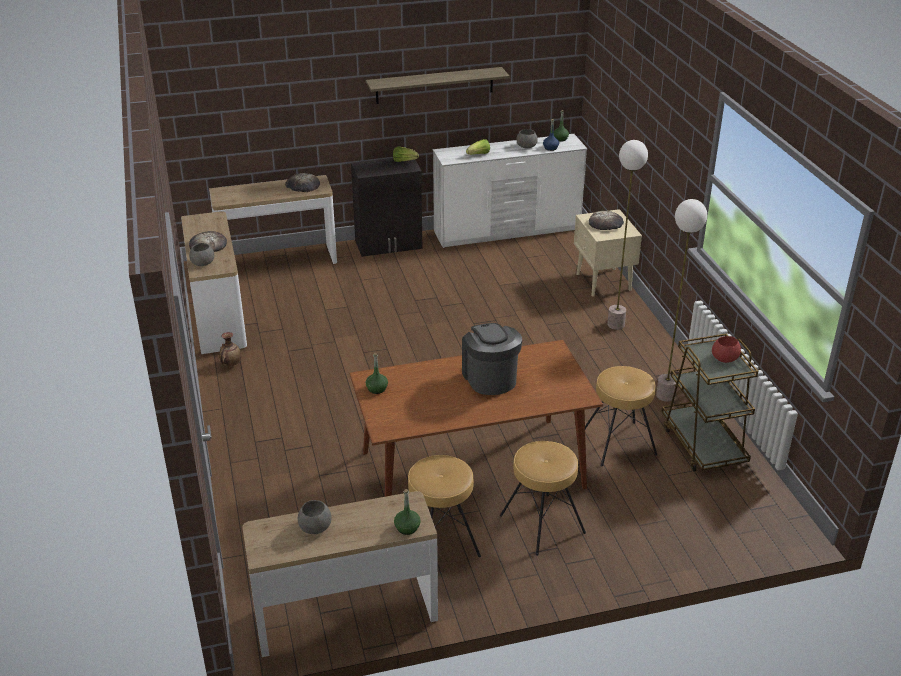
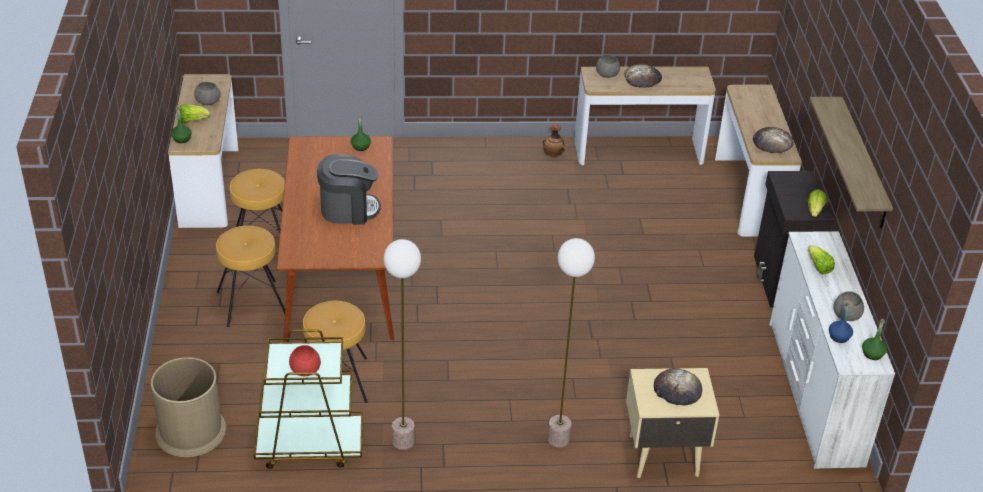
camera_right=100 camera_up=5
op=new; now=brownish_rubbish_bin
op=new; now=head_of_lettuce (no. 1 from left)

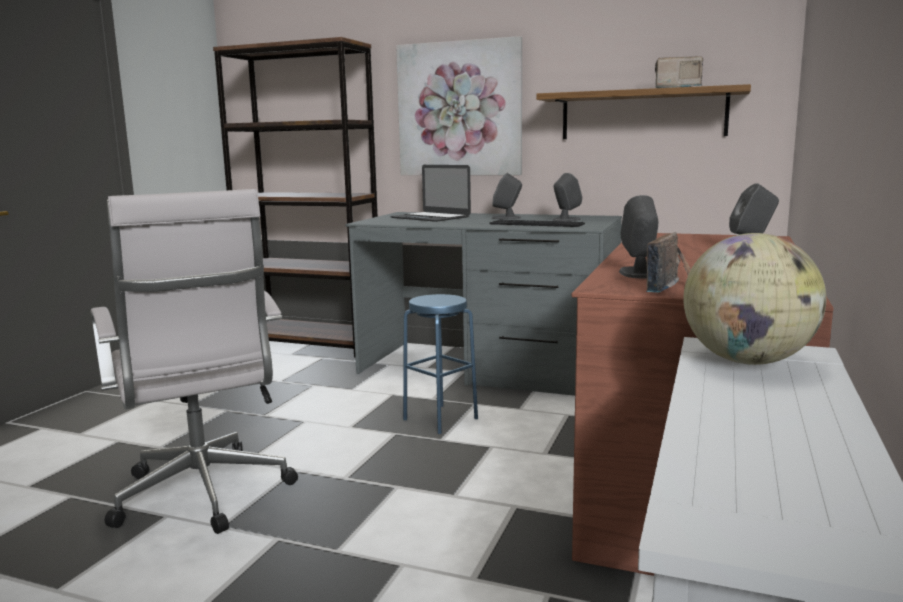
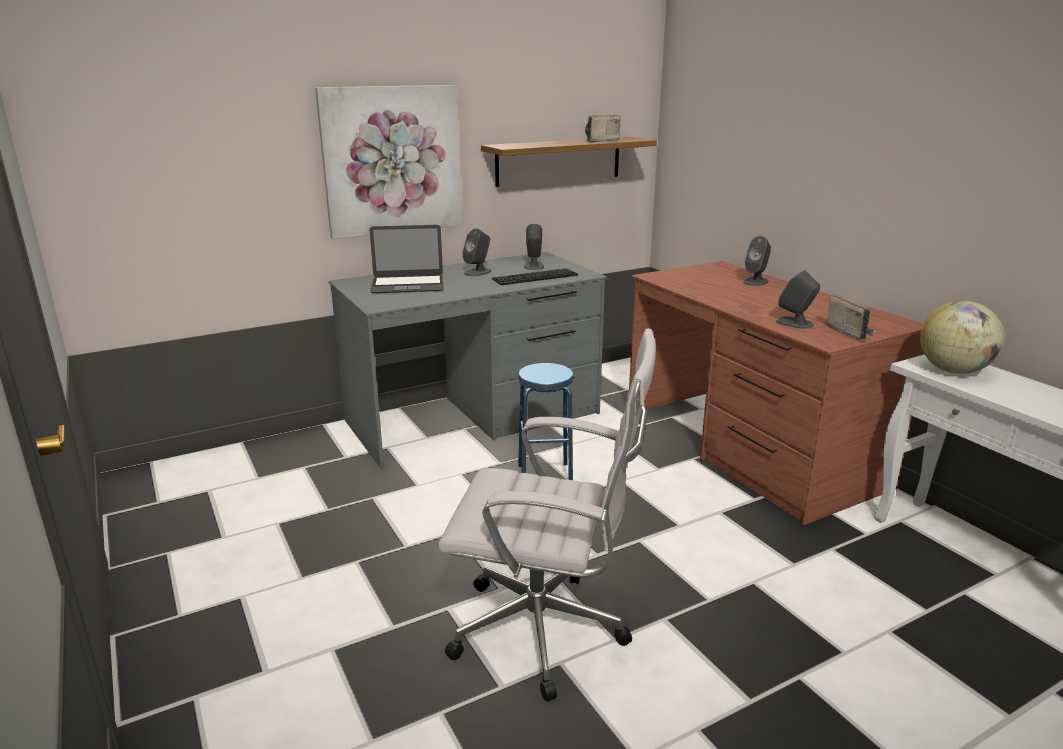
camera_right=-50 camera_up=10
op=gone; was=brownish_shelving_unit

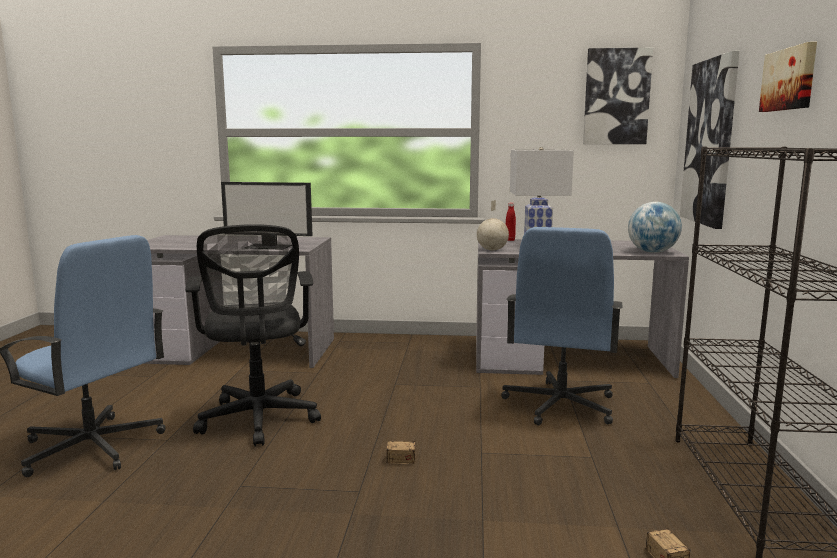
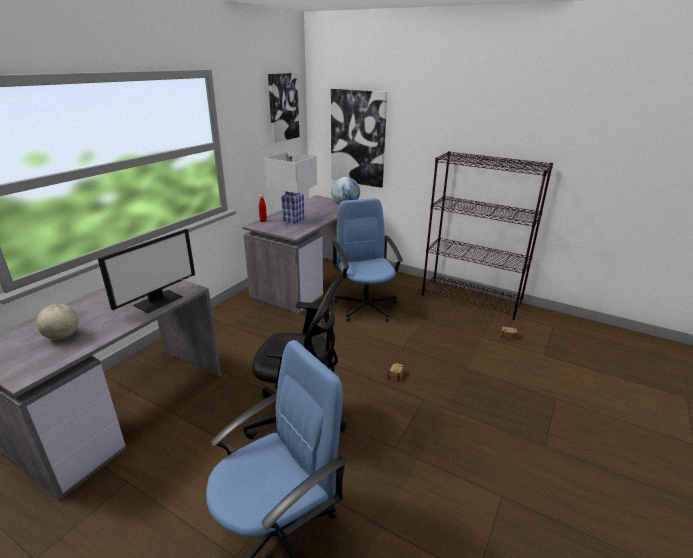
camera_right=-65 camera_up=15
op=shifted; was=desk_globe (no. 1 from left)
op=rotated; was=bluish_office_chair (no. 2 from left); clockwise=-150
op=gone; was=picture (no. 3 from left)

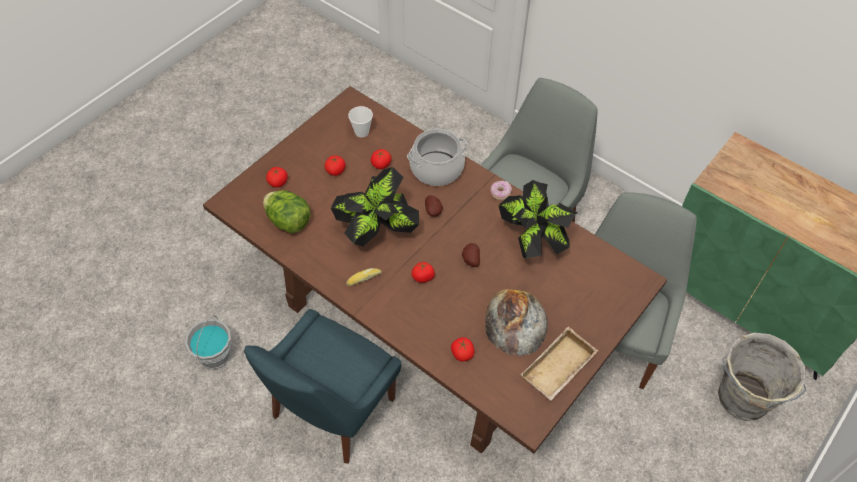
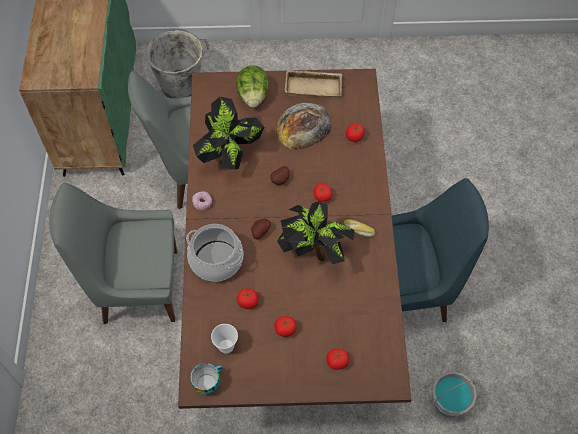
camera_right=-130 camera_up=5
op=shifted; was=head_of_lettuce
op=new; now=cup (no. 1 from left)

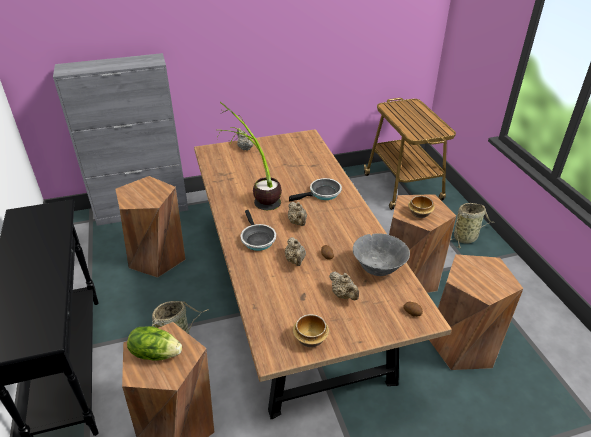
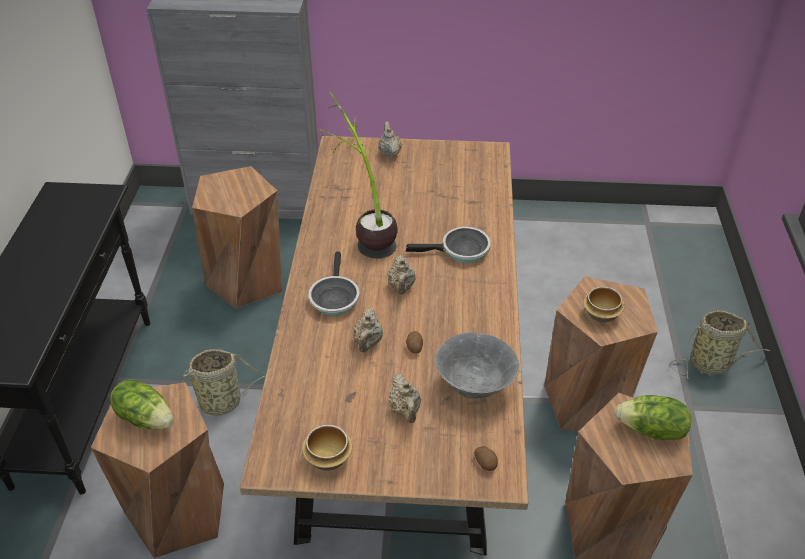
camera_right=20 camera_up=5
op=gone; was=cart
op=new; now=head_of_lettuce (no. 2 from left)

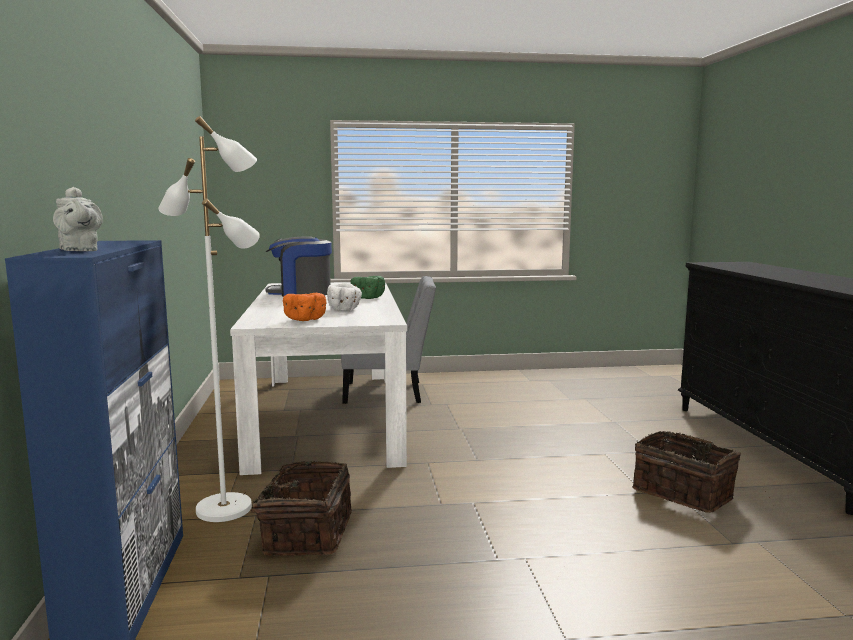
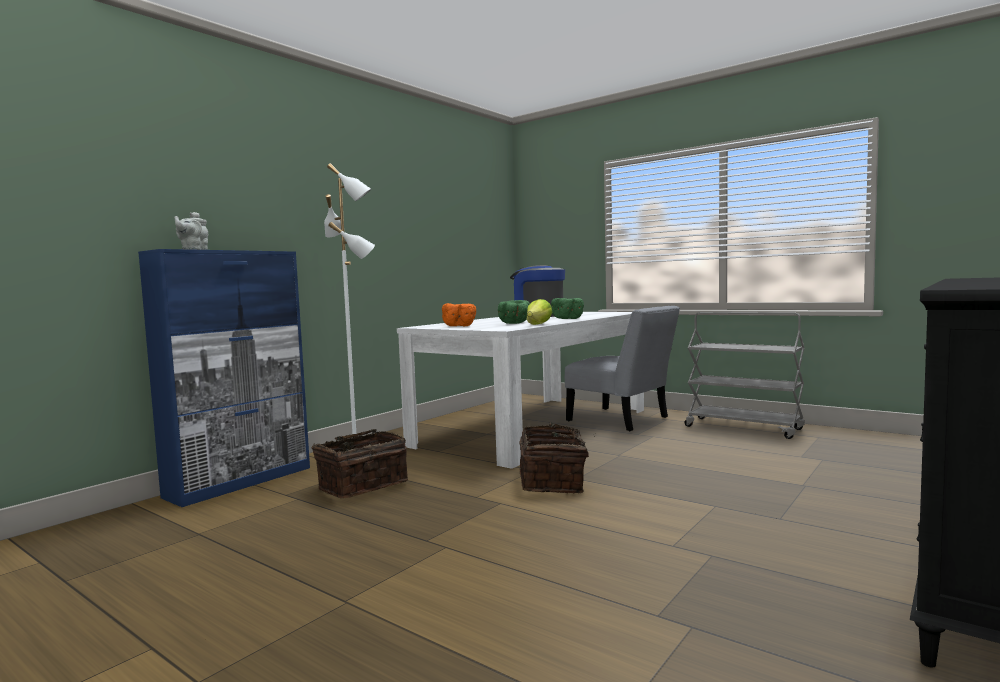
camera_right=45 camera_up=-5
op=repainted; was=white-coloured_deep_dish; now=green-coloured_deep_dish (no. 1 from left)
op=shifted; was=storage_basket (no. 2 from left)
op=new; now=head_of_lettuce
op=new; now=greyish_cart

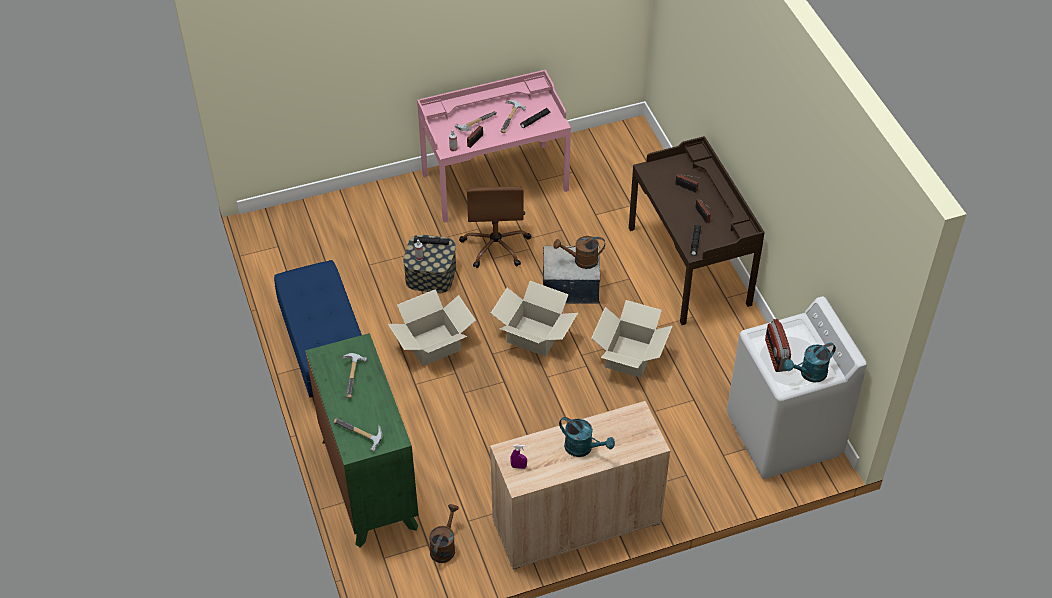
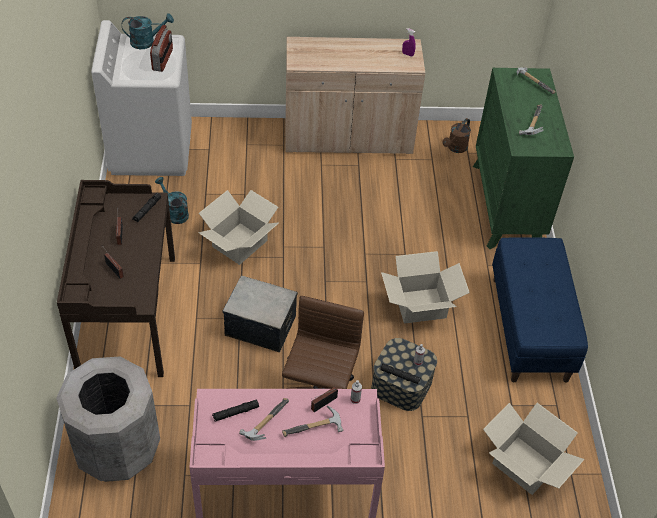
camera_right=-165 camera_up=0
op=shifted; was=packing_box (no. 2 from left in the first image); now=packing_box (no. 3 from left)
op=gone; was=brownish_watering_pot (no. 2 from left)
op=shifted; was=turquoise-coloured_watering_pot (no. 1 from left in the first image); now=turquoise-coloured_watering_pot (no. 2 from left)
op=new; now=greyish_rubbish_bin

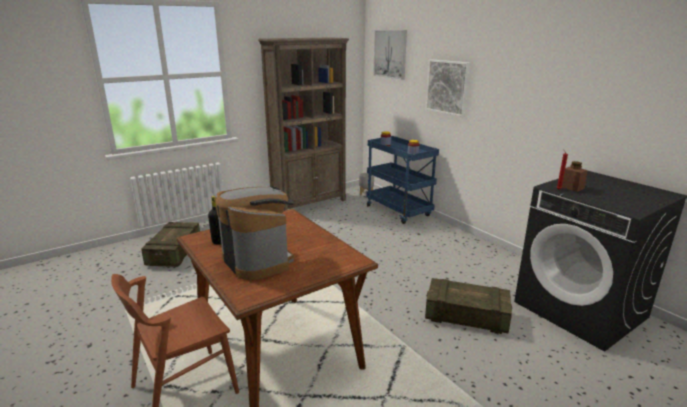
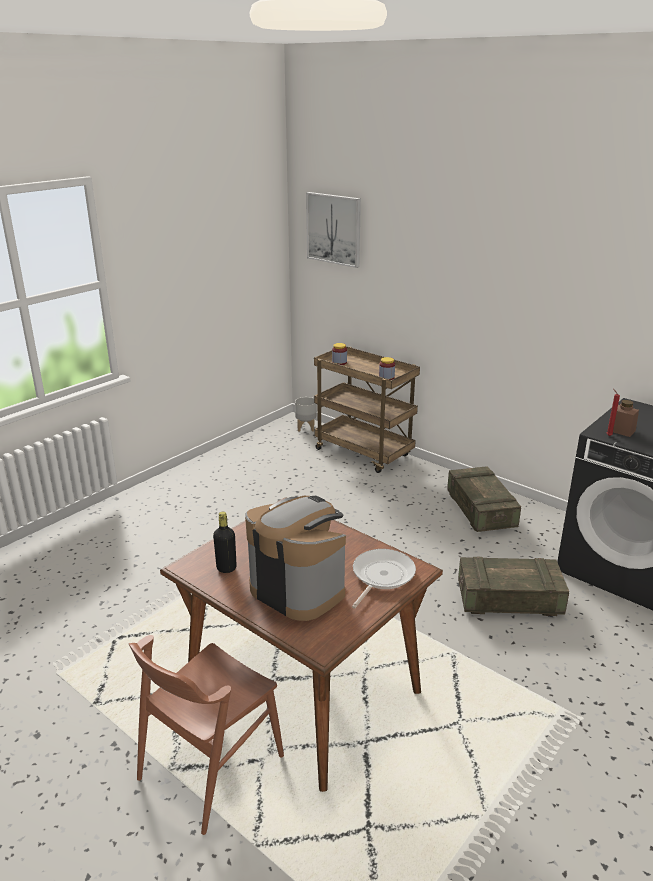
camera_right=-15 camera_up=5
op=shifted; was=shipping_crate (no. 1 from left)
op=gone; was=brownish_shelving_unit
op=repainted; was=bluish_cart; now=brownish_cart
op=gone; was=picture (no. 2 from left)
op=new; now=pan

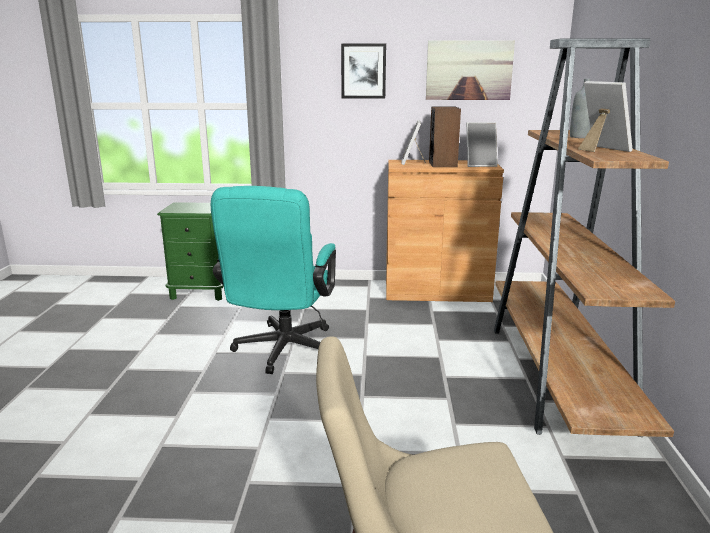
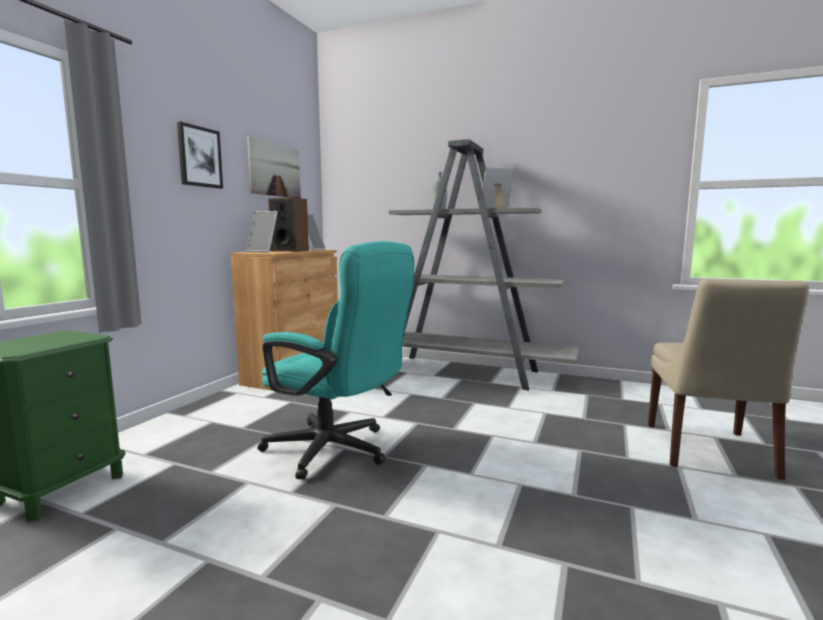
camera_right=-70 camera_up=-10
op=repainted; was=brownish_shelving_unit; now=greyish_shelving_unit

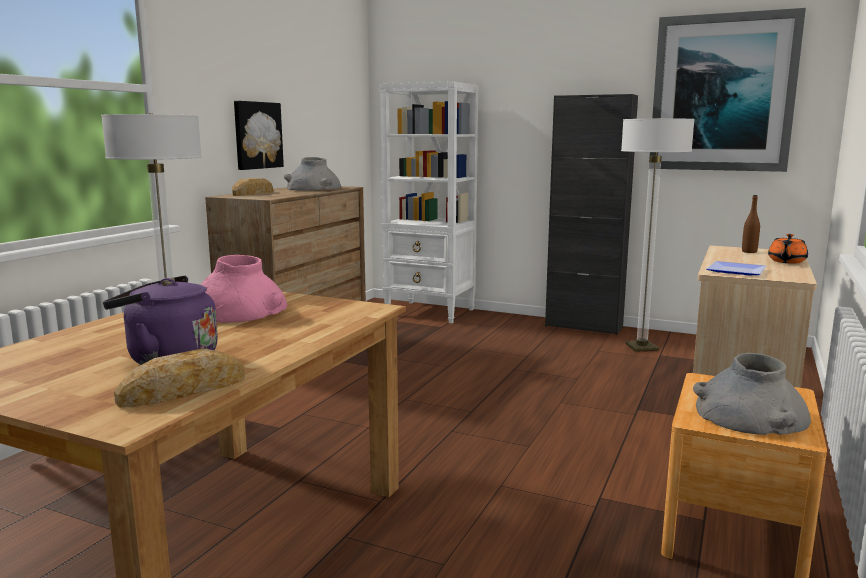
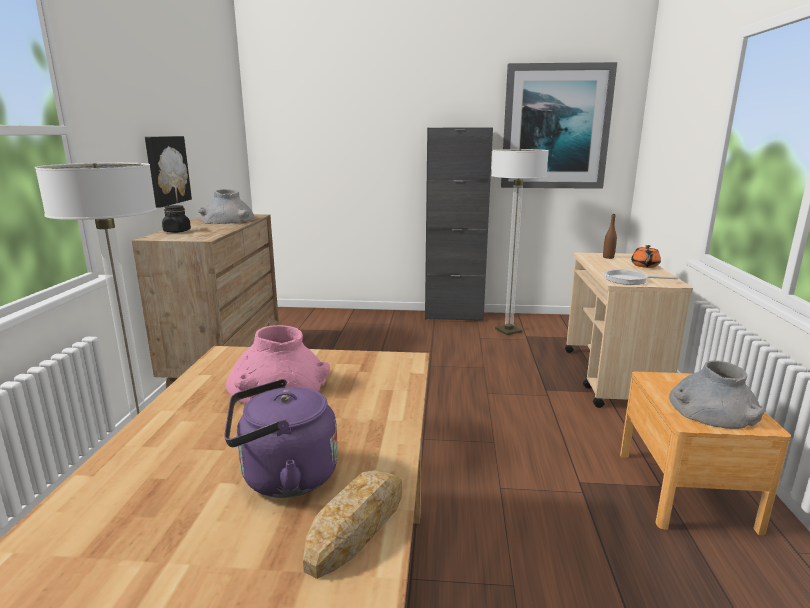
camera_right=-20 camera_up=5
op=swapped; was=baked_bread (no. 2 from left); now=blackish_storage_jar
op=gone; was=white-coloured_shelving_unit
op=swapped; was=plate; now=pan

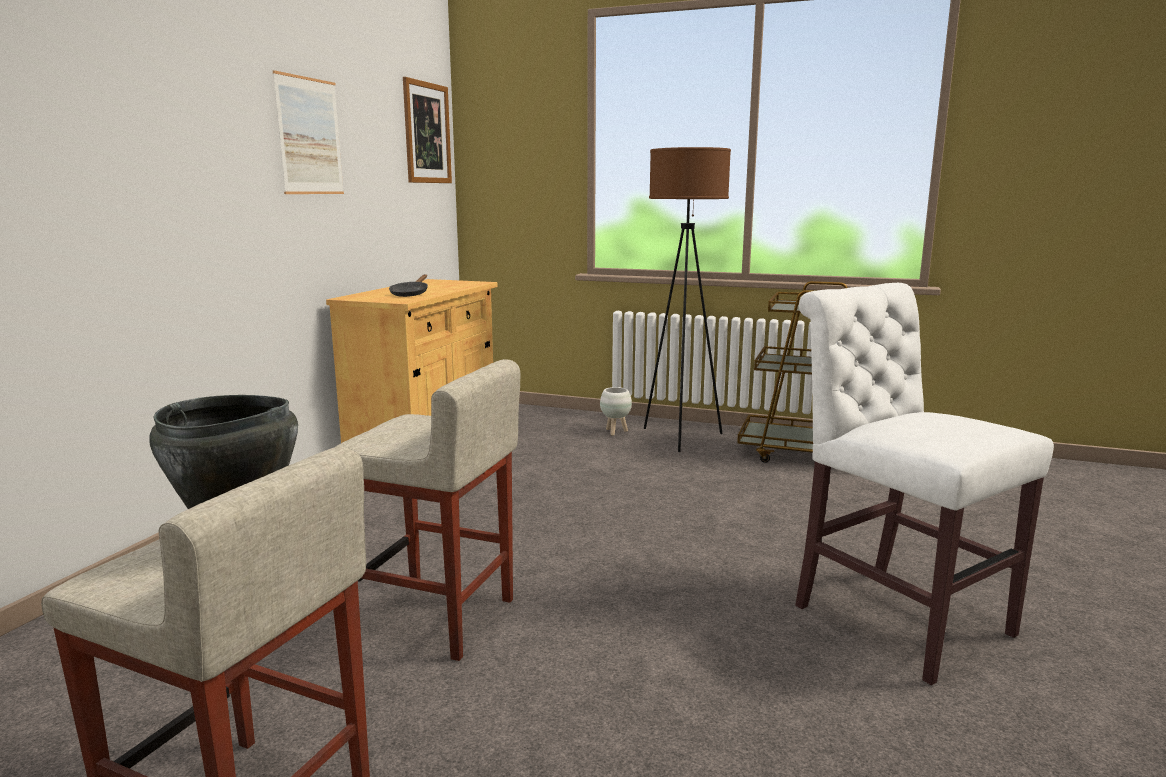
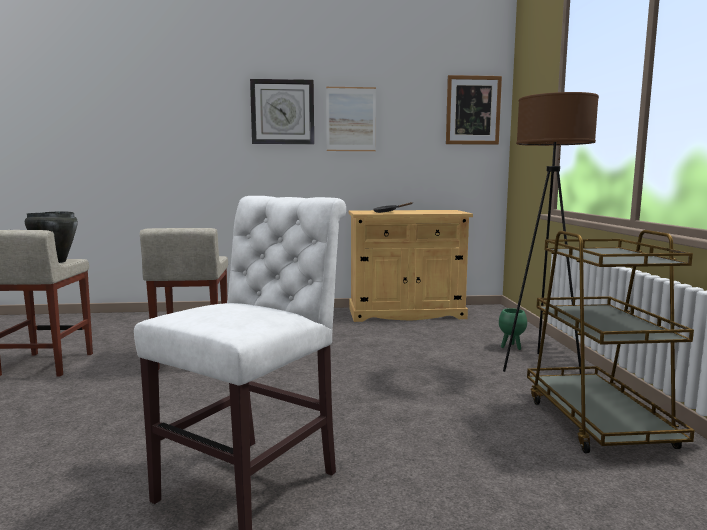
camera_right=65 camera_up=-5
op=repainted; was=white-coloured_planter; now=green-coloured_planter
op=new; now=hanging_clock

